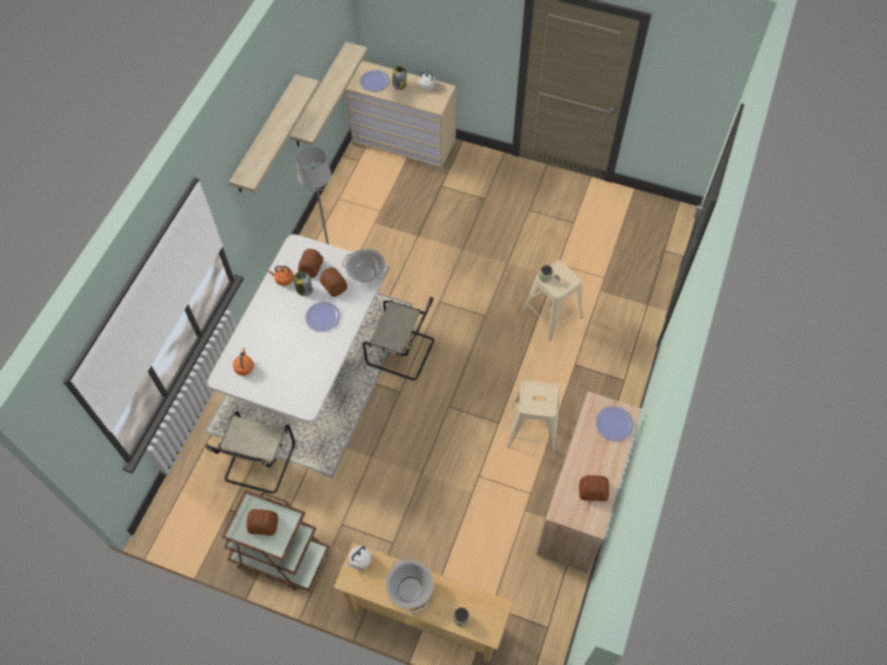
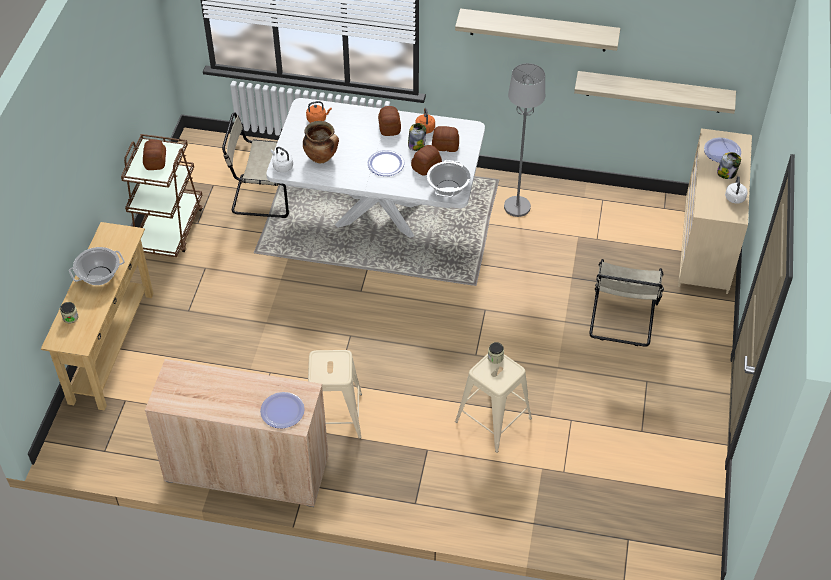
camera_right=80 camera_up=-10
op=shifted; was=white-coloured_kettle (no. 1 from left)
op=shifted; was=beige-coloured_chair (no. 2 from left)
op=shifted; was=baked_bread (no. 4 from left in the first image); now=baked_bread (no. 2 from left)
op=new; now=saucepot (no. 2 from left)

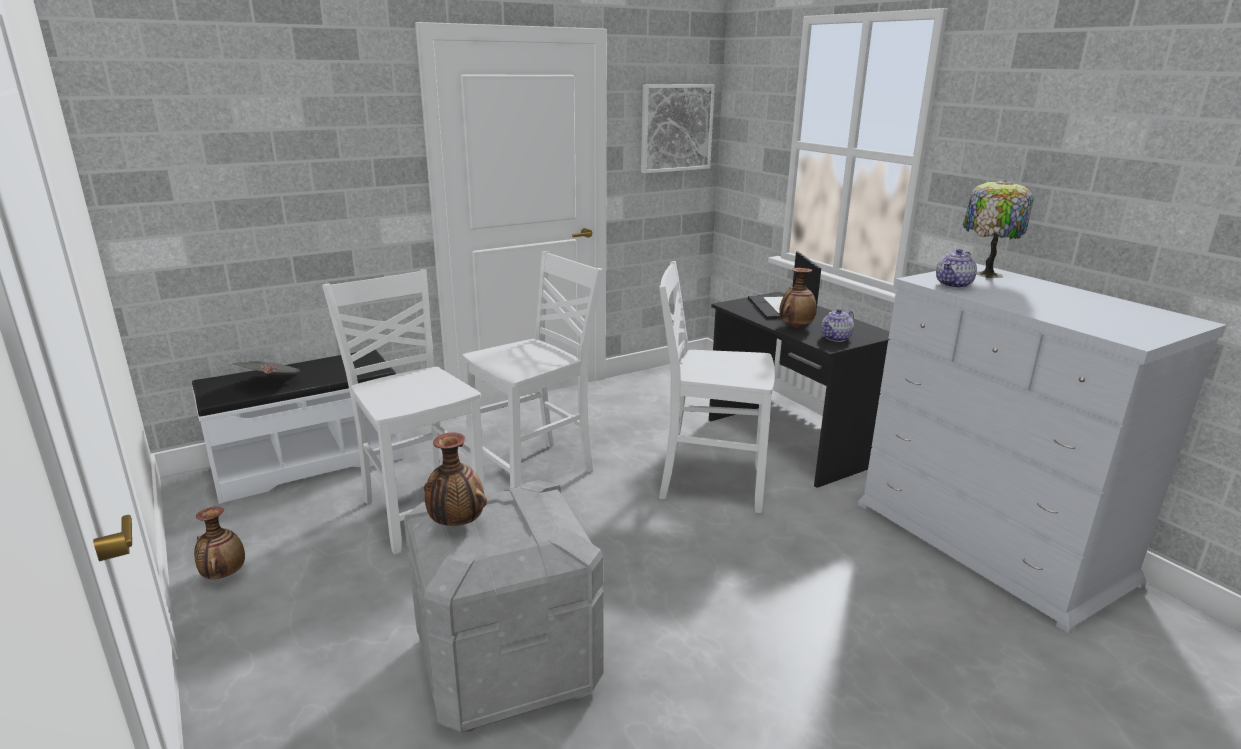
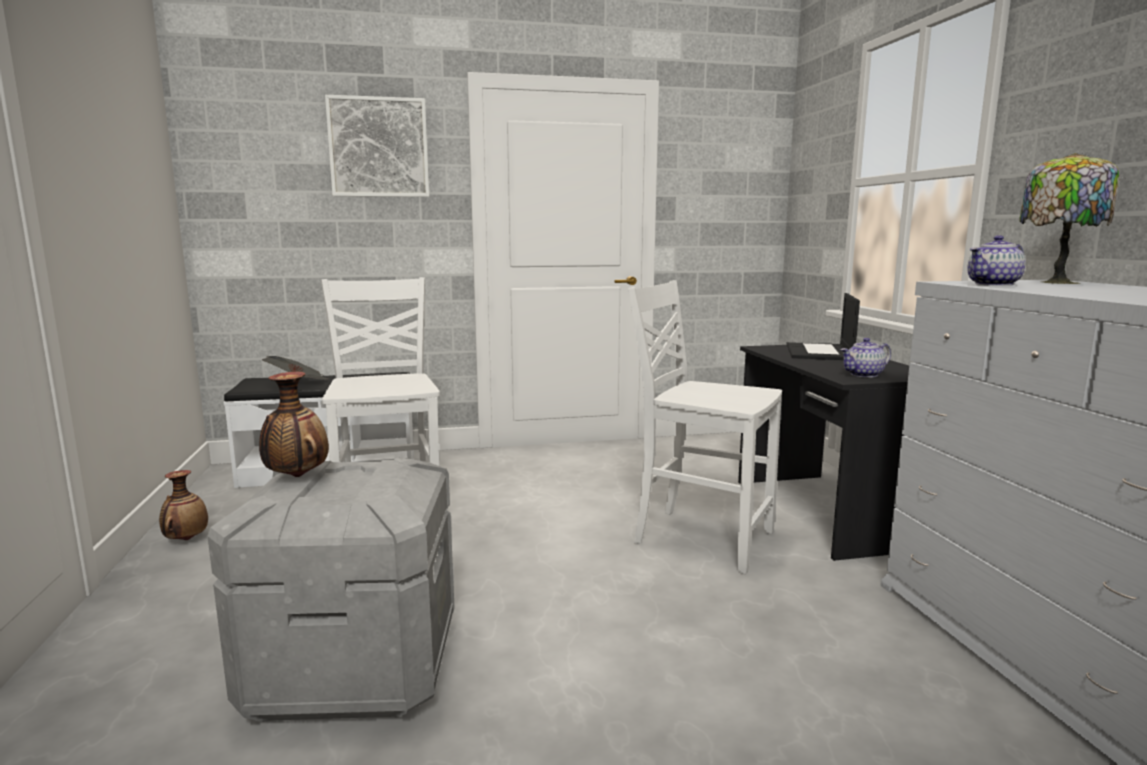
camera_right=20 camera_up=-10
op=gone; was=white-coloured_chair (no. 2 from left)
op=shifted; was=picture
op=gone; was=decorative_vase (no. 3 from left)

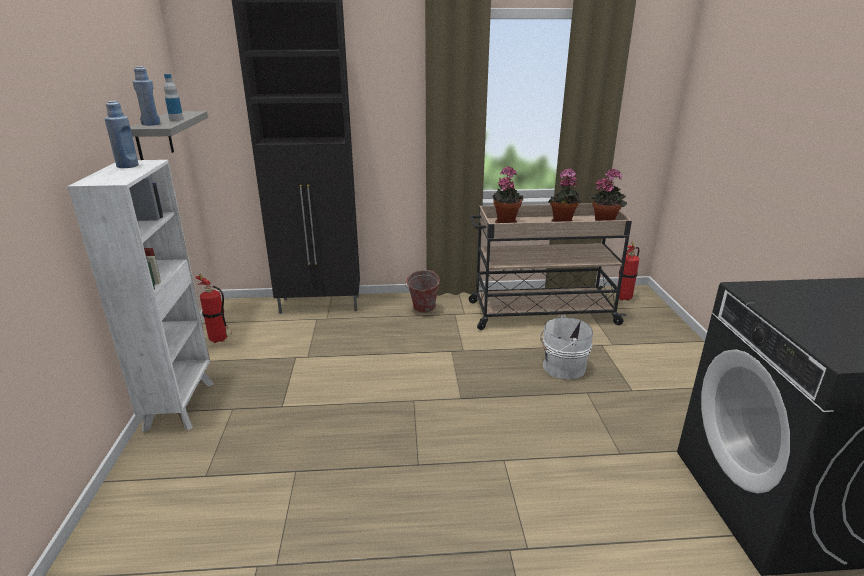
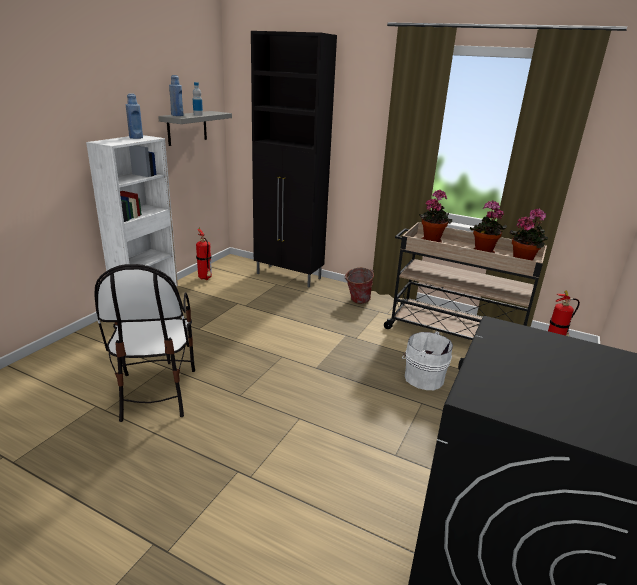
camera_right=30 camera_up=0
op=new; now=chair

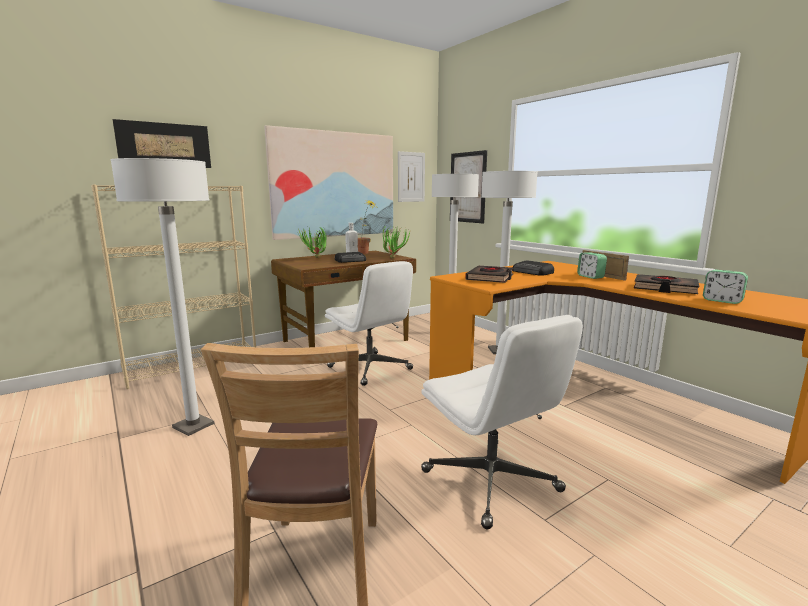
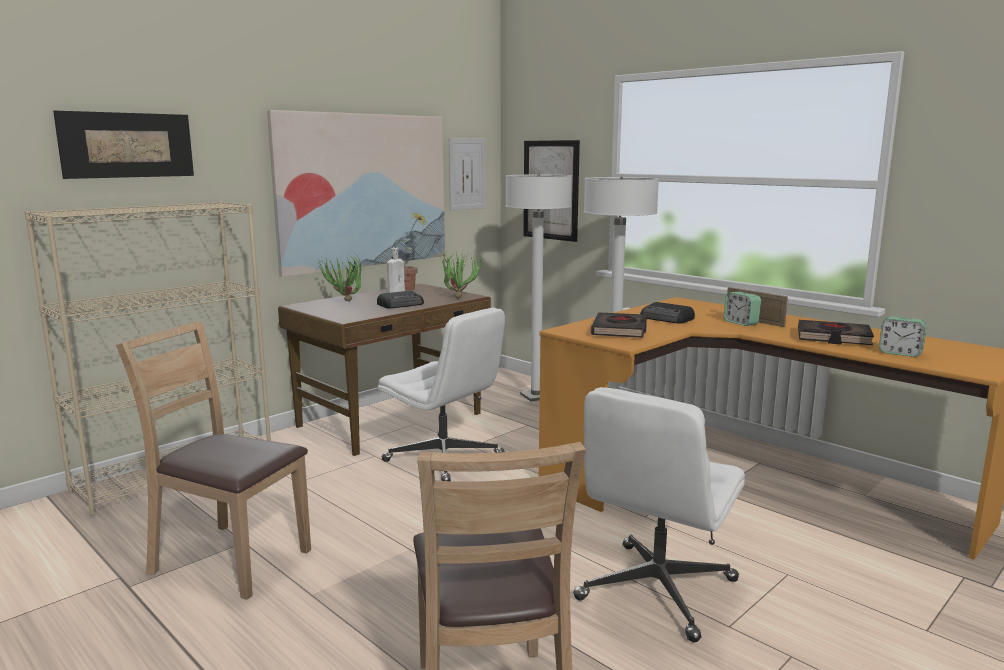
camera_right=-10 camera_up=0
op=swapped; was=white-coloured_standard_lamp (no. 1 from left); now=brownish_chair (no. 1 from left)
op=rotated; was=white-coloured_office_chair (no. 2 from left); clockwise=75

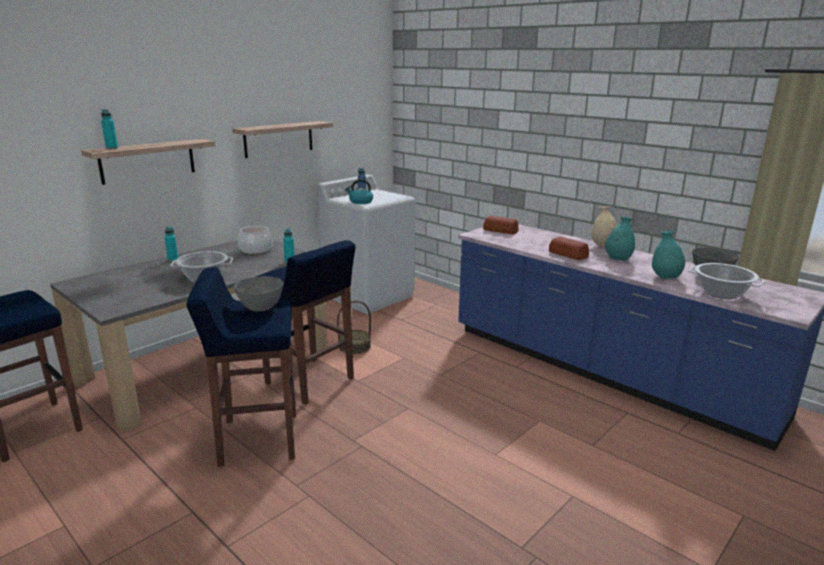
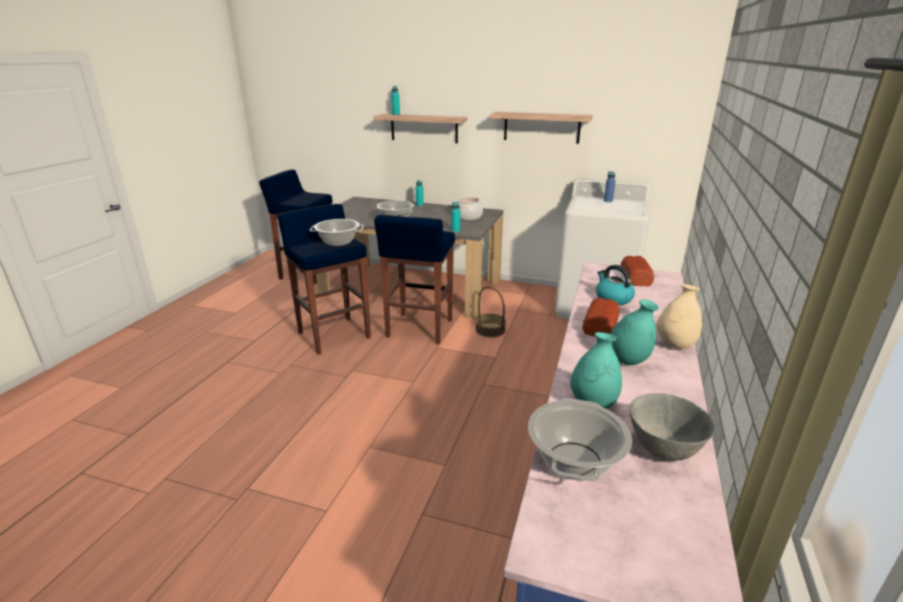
camera_right=65 camera_up=5
op=swapped; was=greyish_deep_dish (no. 1 from left); now=saucepot (no. 1 from left)
op=shifted; was=kettle

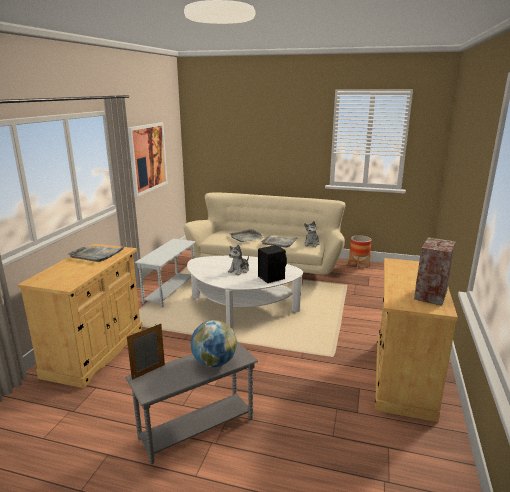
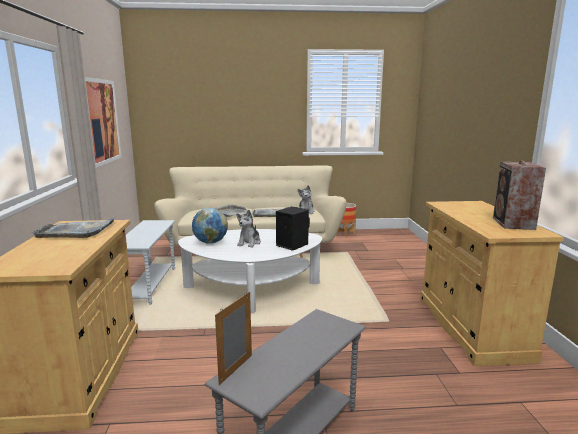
camera_right=-20 camera_up=-5
op=shifted; was=desk_globe

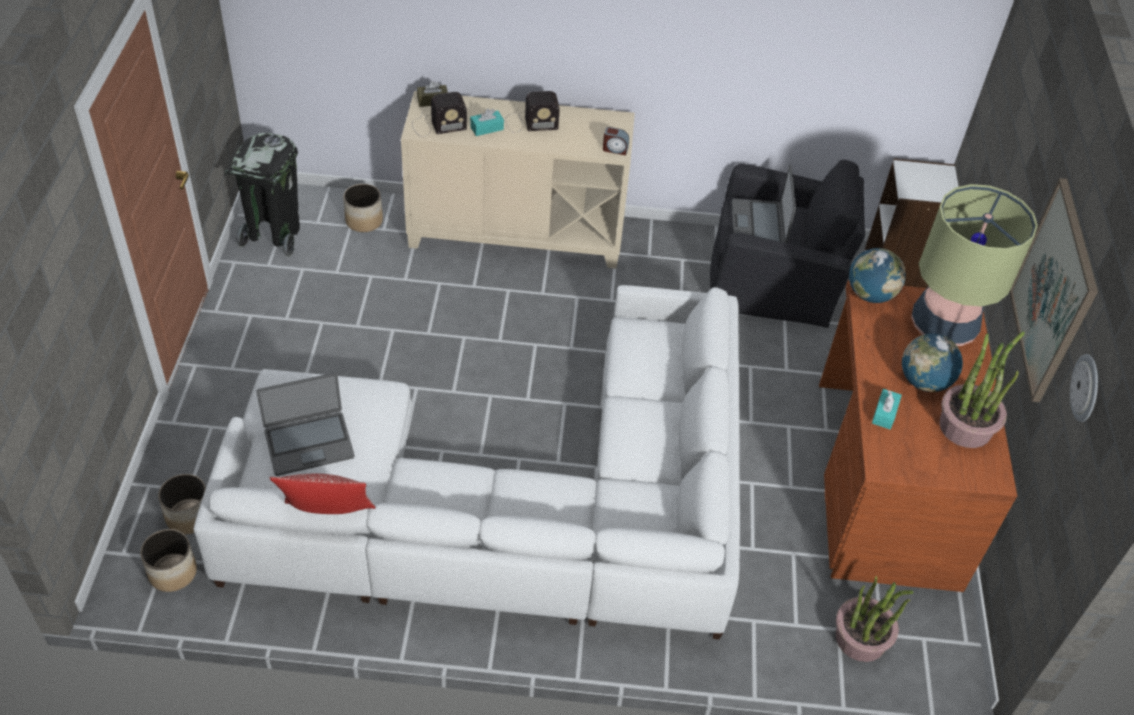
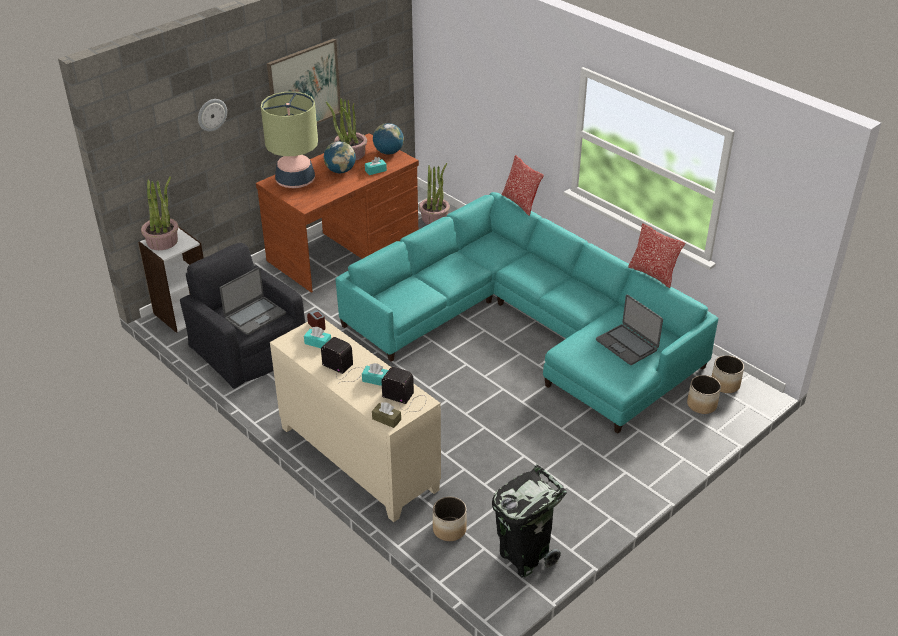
camera_right=-135 camera_up=-10
op=repainted; was=white-coloured_settee; now=turquoise-coloured_settee
op=rotated; was=laptop (no. 1 from left in the first image); clockwise=-150
op=shifted; was=desk_globe (no. 1 from left in the first image); now=desk_globe (no. 2 from left)
op=shifted; was=hanging_clock
op=new; now=potted_plant (no. 1 from left)
op=new; now=turquoise-coloured_tissue_box (no. 1 from left)
op=new; now=pillow (no. 1 from left)

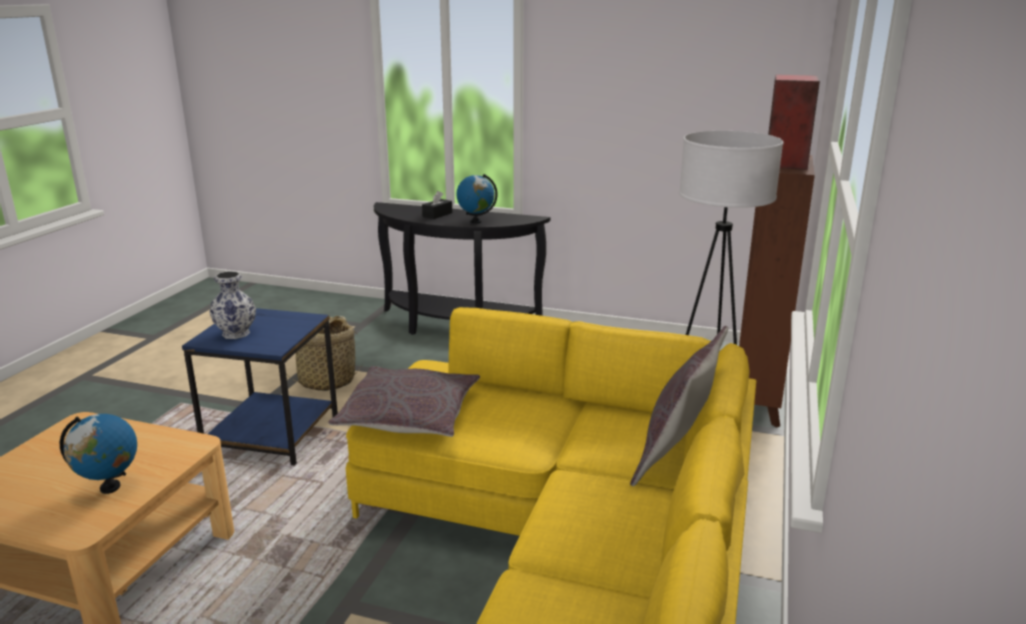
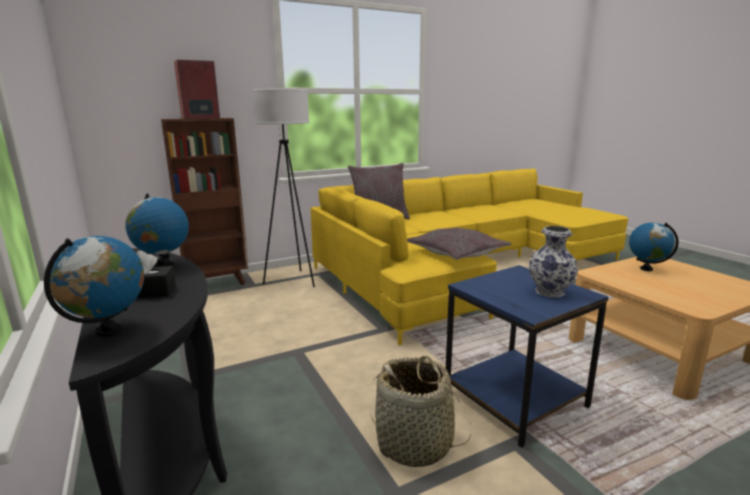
camera_right=-135 camera_up=-5
op=new; now=desk_globe (no. 1 from left)

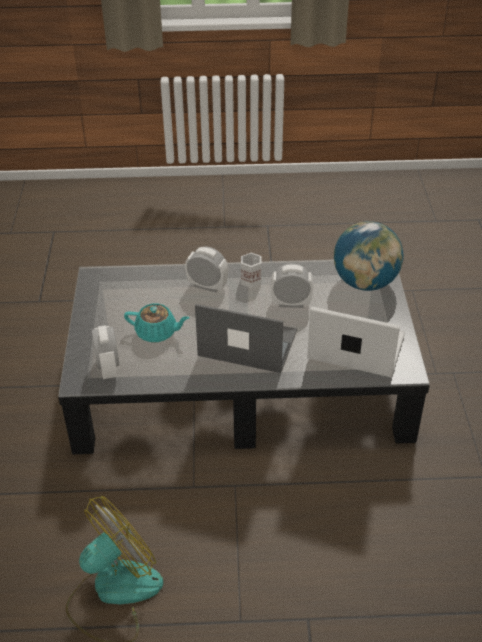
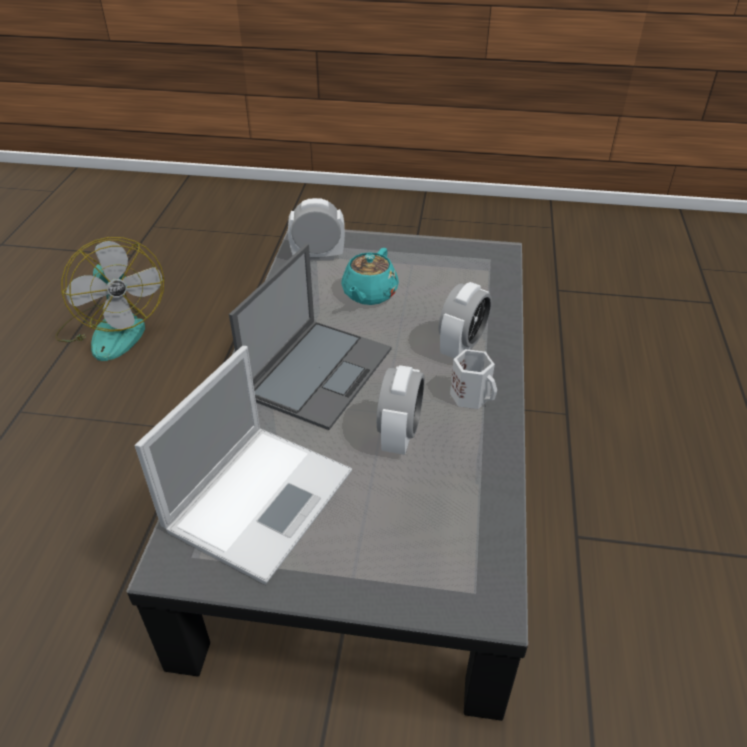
camera_right=100 camera_up=0
op=gone; was=desk_globe

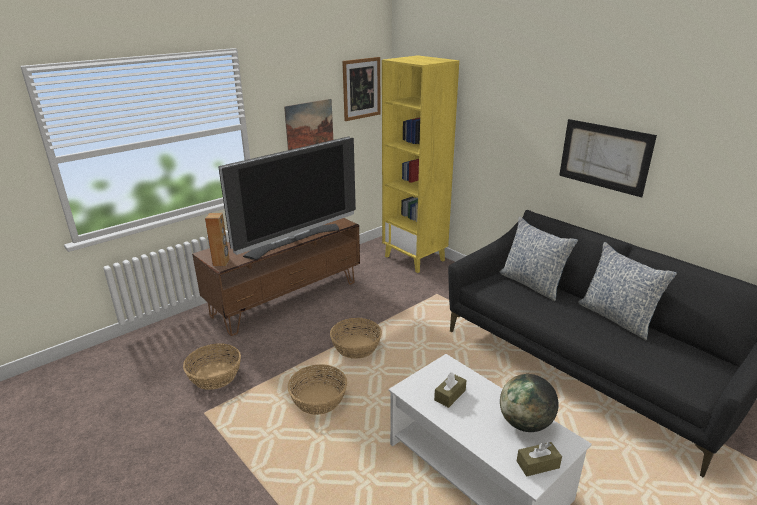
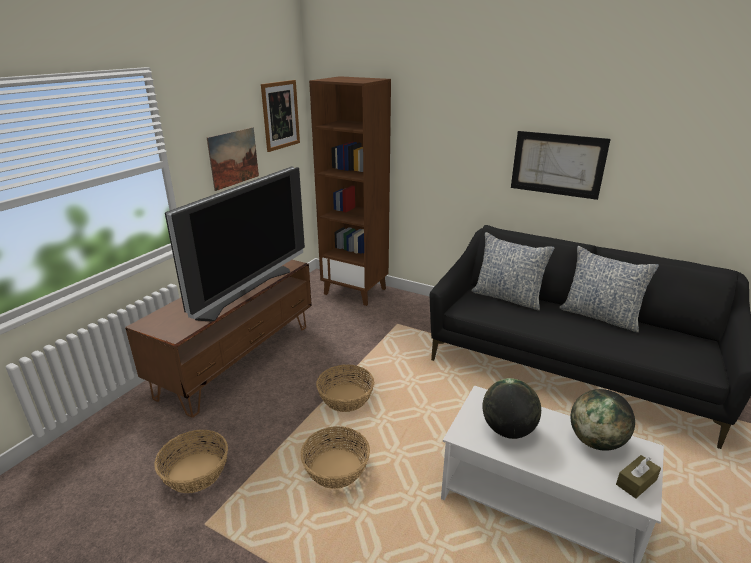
camera_right=-20 camera_up=0
op=gone; was=brownish_loudspeaker
op=repainted; was=yellow_shelving_unit; now=brownish_shelving_unit
op=swapped; was=brownish_tissue_box (no. 1 from left); now=desk_globe (no. 1 from left)

